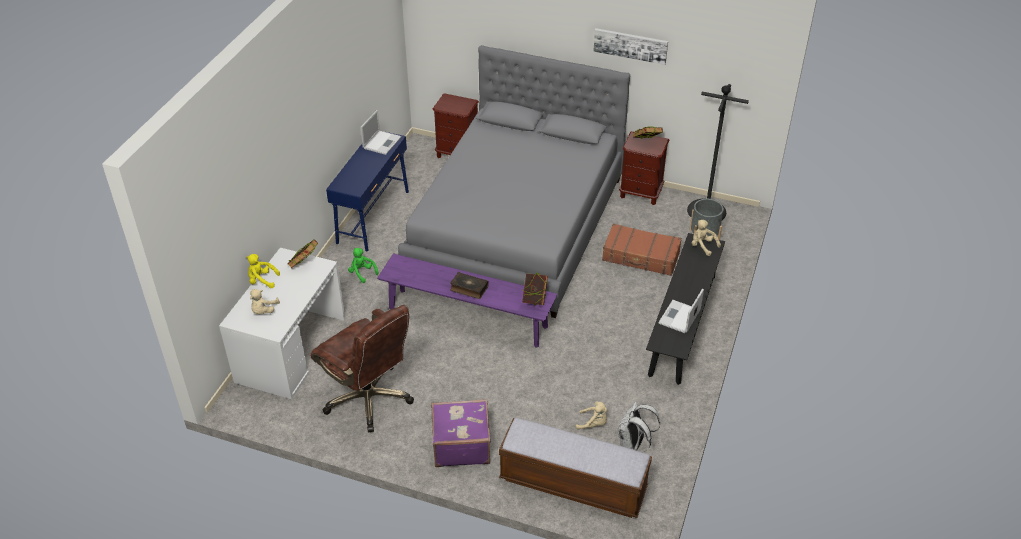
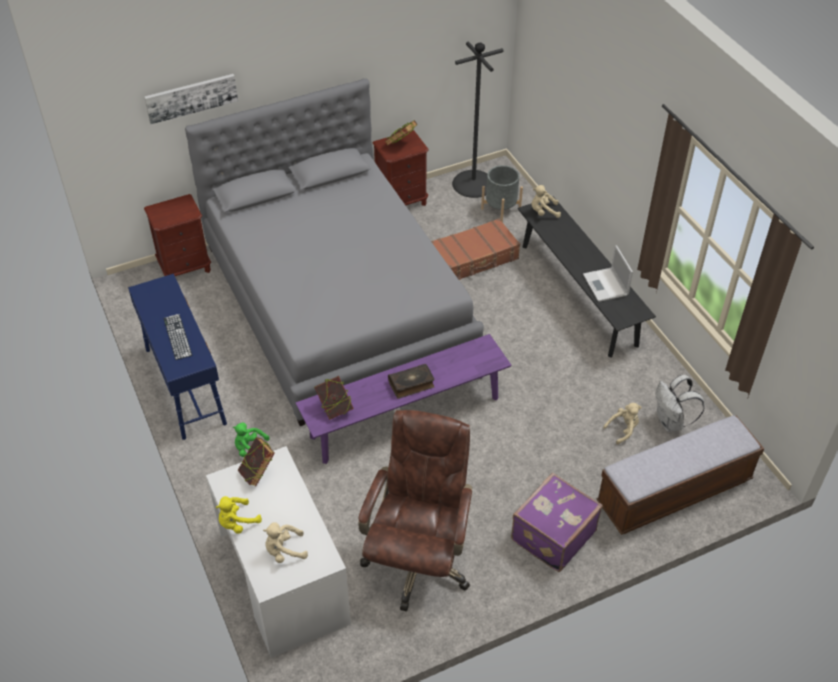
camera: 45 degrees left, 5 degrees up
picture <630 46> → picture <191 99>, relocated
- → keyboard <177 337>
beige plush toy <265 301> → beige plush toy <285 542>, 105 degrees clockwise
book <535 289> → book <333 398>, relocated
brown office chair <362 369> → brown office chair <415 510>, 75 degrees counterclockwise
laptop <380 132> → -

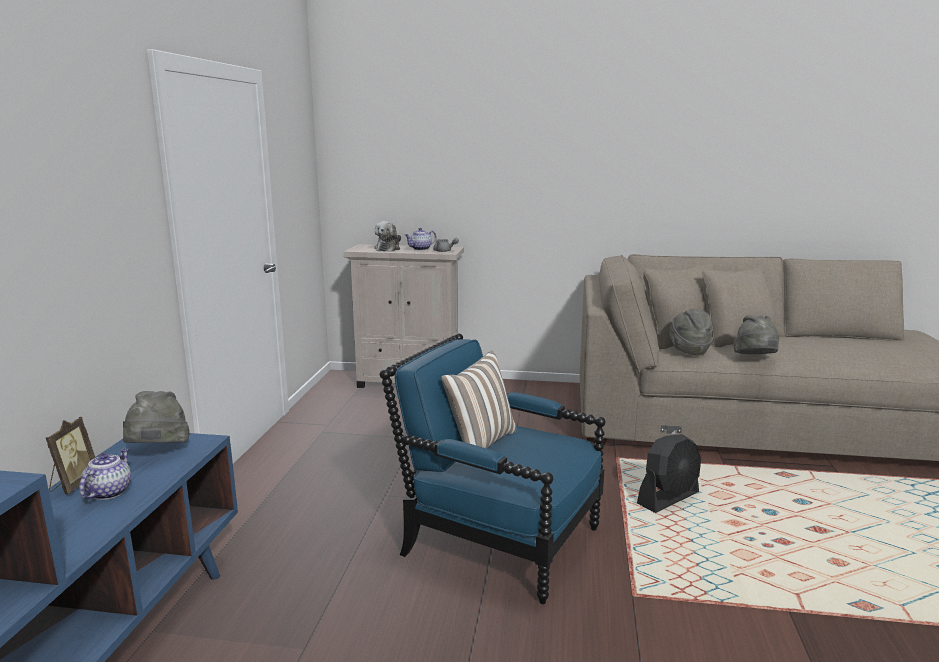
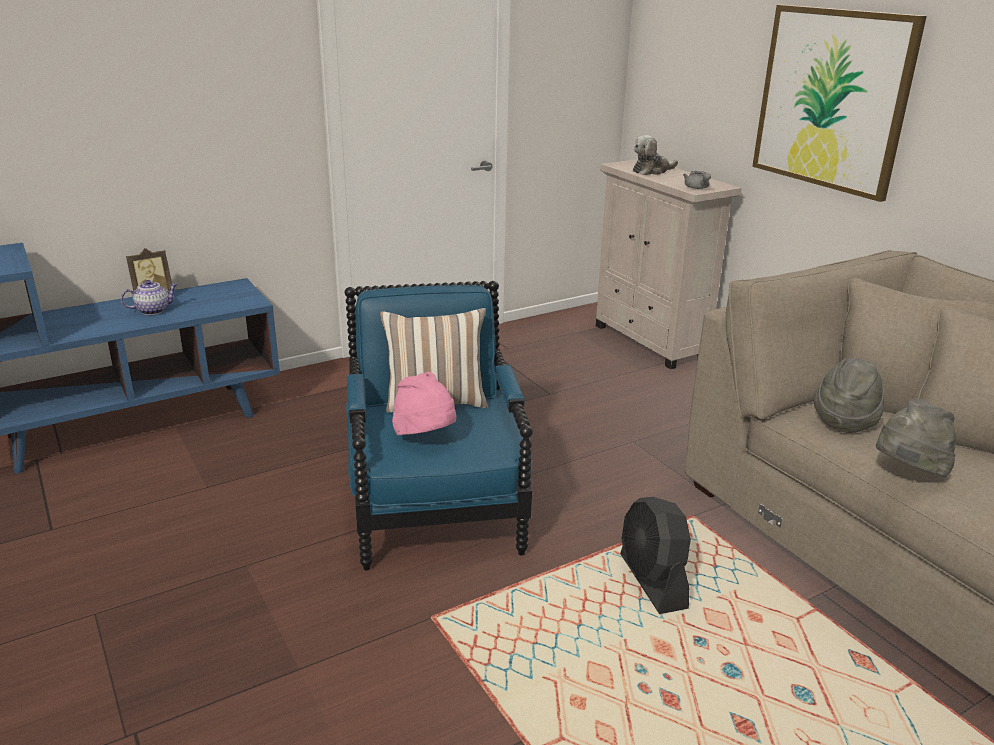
camera: 50 degrees right, 10 degrees up
- → pink hat <424 403>
black fan <669 473> → black fan <655 555>, 60 degrees clockwise
- → picture <839 103>
grey hat <156 417> → -
teapot <421 239> → -

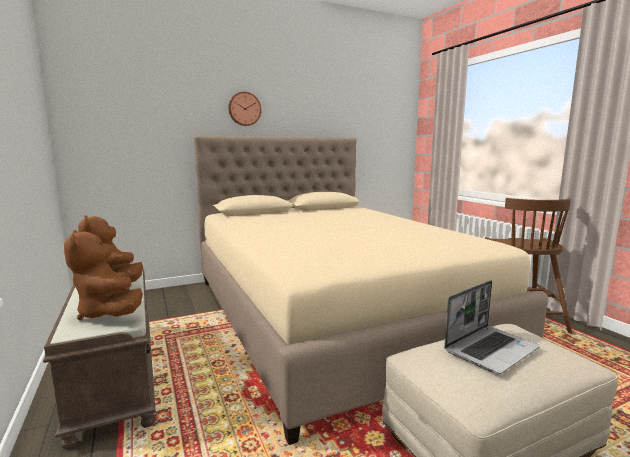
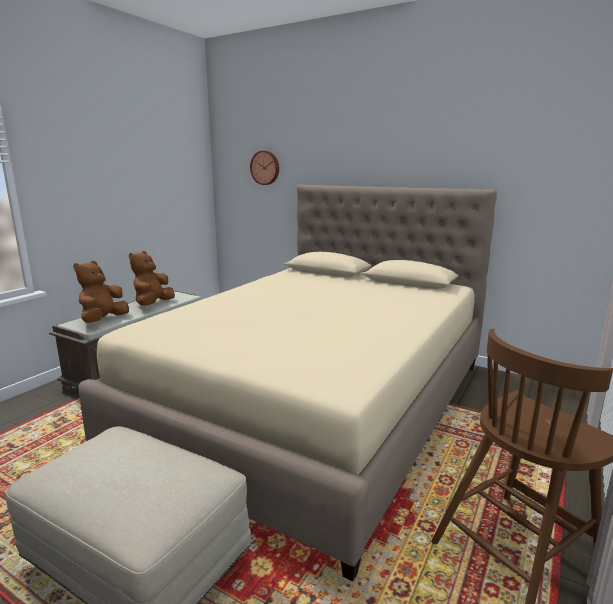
camera: 55 degrees right, 5 degrees up
wall clock <245 109> → wall clock <264 168>, relocated
laptop <492 327> → -

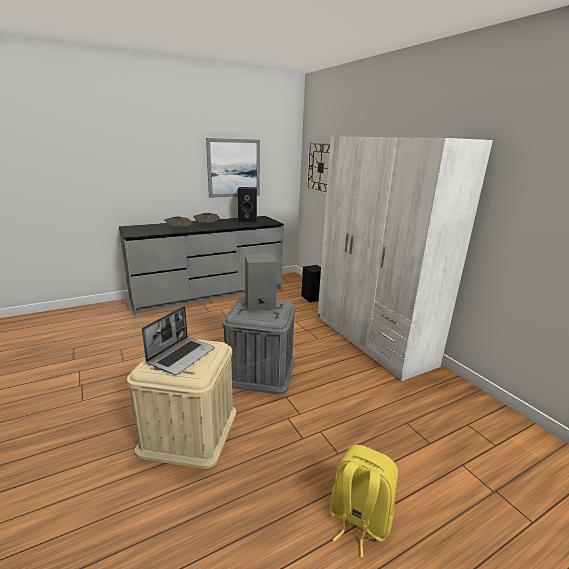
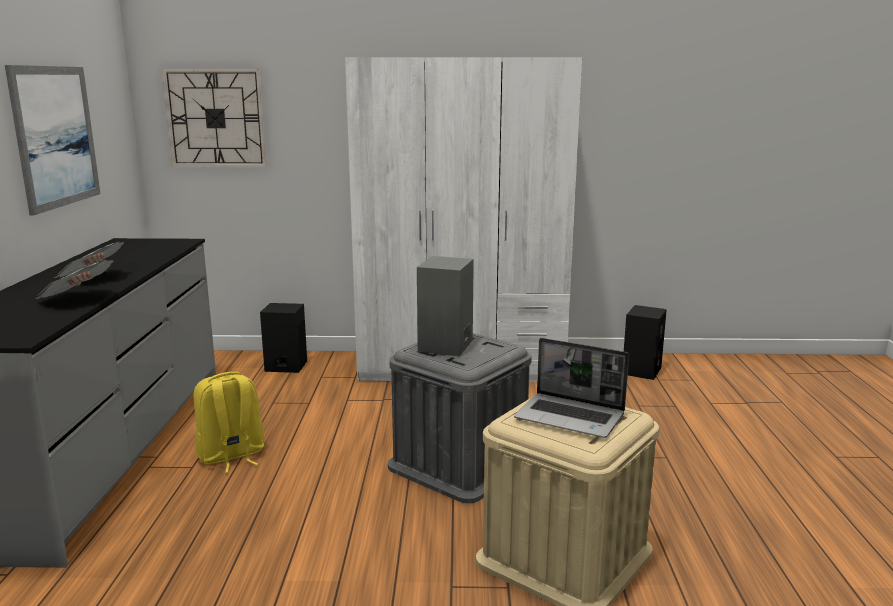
camera: 60 degrees left, 5 degrees down
yellow backpack <364 501> → yellow backpack <229 422>, relocated
laptop <178 340> → laptop <571 388>, 150 degrees clockwise
black speaker <247 204> → black speaker <645 342>, relocated

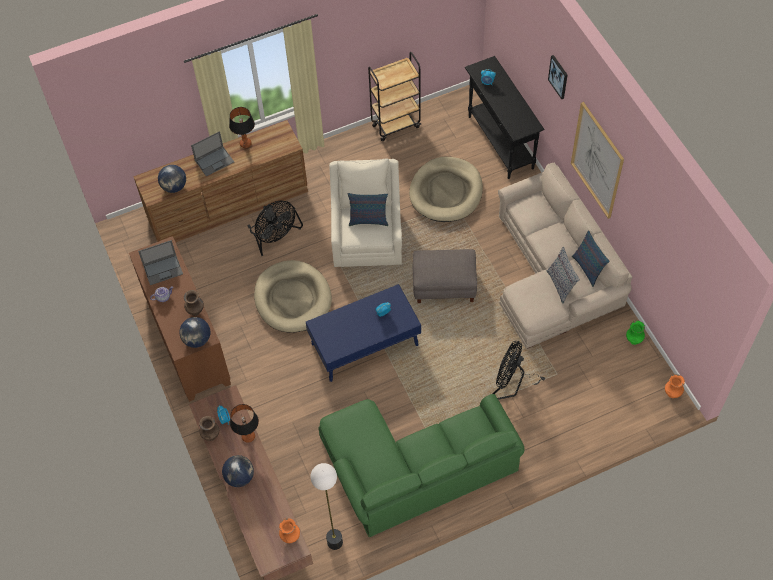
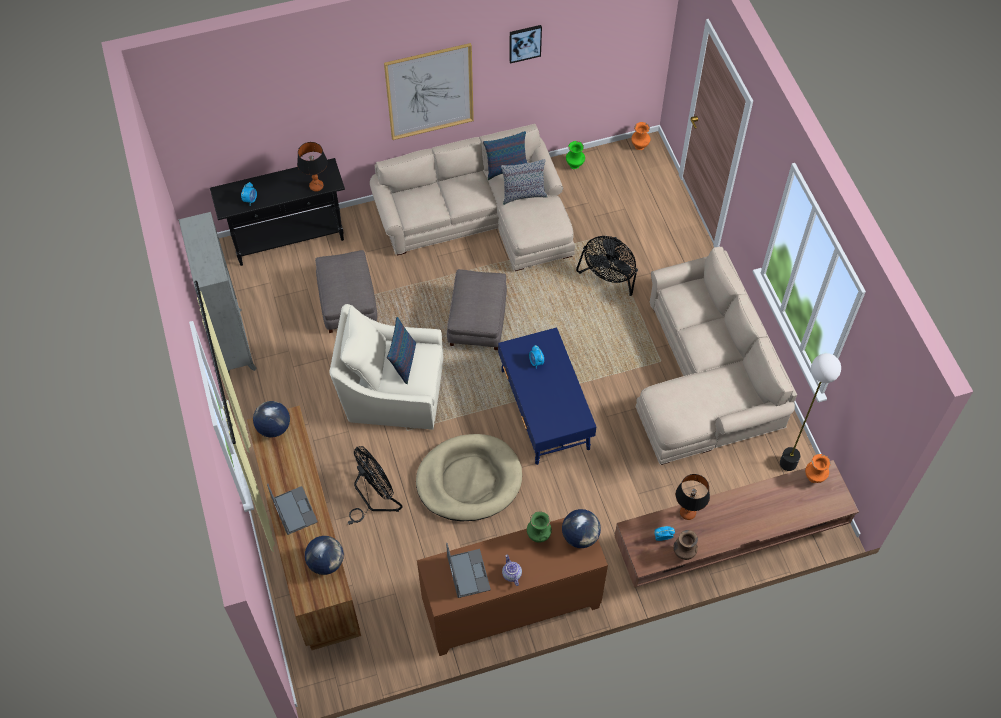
camera: 85 degrees left, 0 degrees up
brown cart <395 96> → grey bookcase <218 292>
globe <238 471> → globe <271 419>, relocated
table lamp <242 127> → table lamp <312 167>, relocated
beige dog bed <446 189> → grey ottoman <346 291>
picture <557 77> → picture <525 44>, relocated
brown vase <194 303> → green vase <539 527>
green sofa <421 465> → beige sofa <716 356>

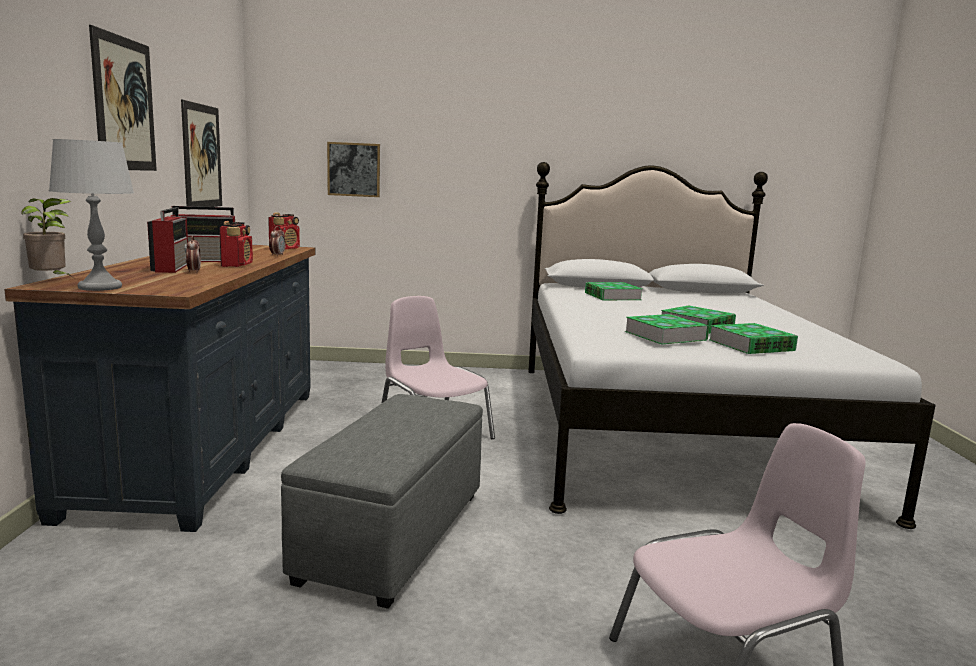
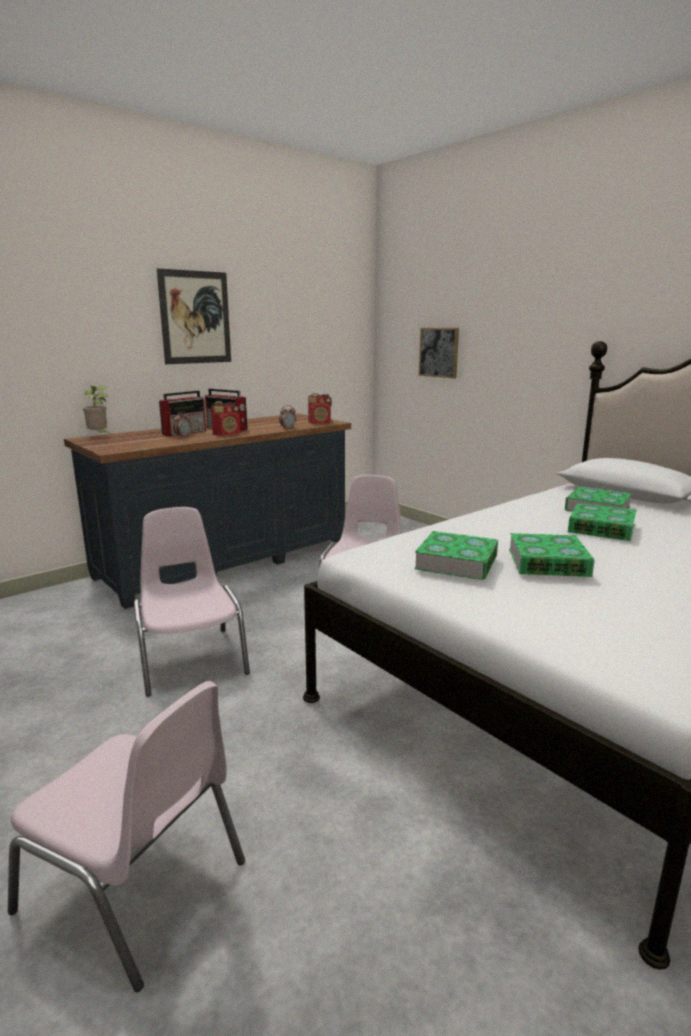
camera: 50 degrees right, 5 degrees up
grey ottoman <382 501> → pink chair <192 602>
book <753 338> → book <602 522>, relocated
grey table lamp <91 215> → -
picture <201 155> → -

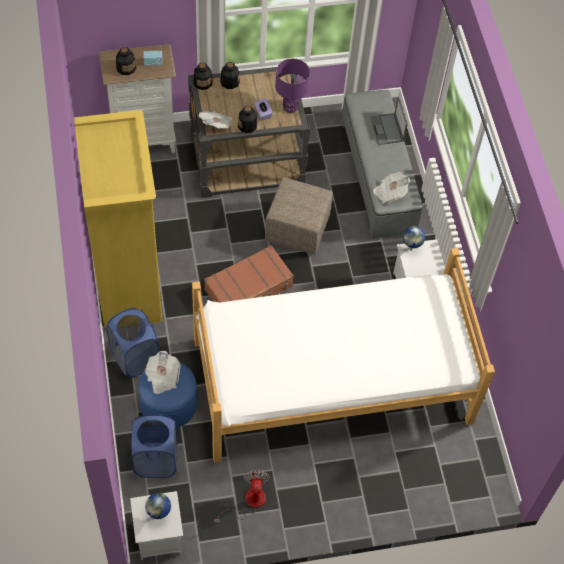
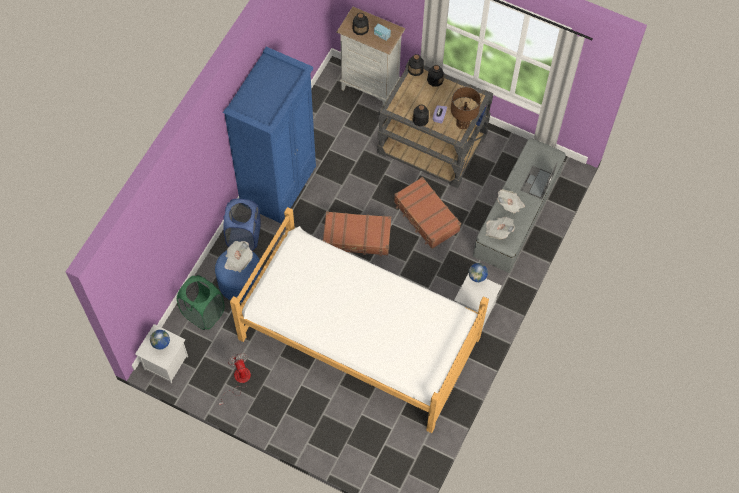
camera: 40 degrees right, 5 degrees up
blue laundry basket <154 446> → green laundry basket <201 302>
fan <242 496> → fan <235 379>, 60 degrees counterclockwise
yellow wardrobe <118 218> → blue wardrobe <269 135>
beige ottoman <299 216> → brown suitcase <427 213>
purple table lamp <292 85> → brown table lamp <466 108>
newspaper <216 120> → newspaper <511 201>, relocated

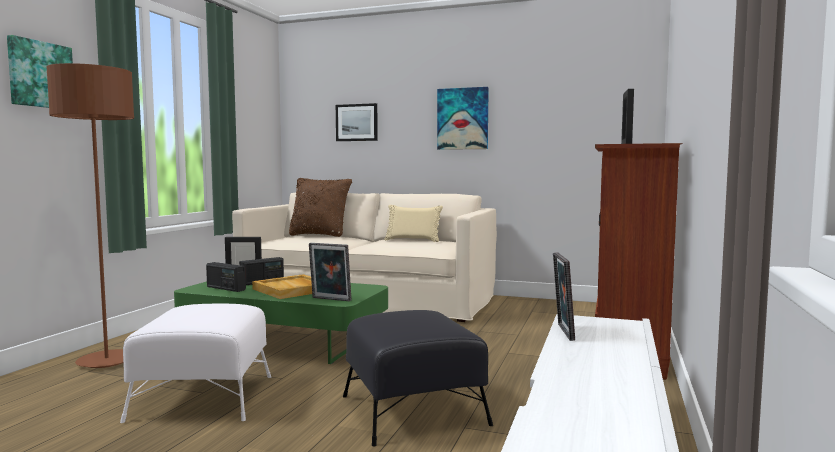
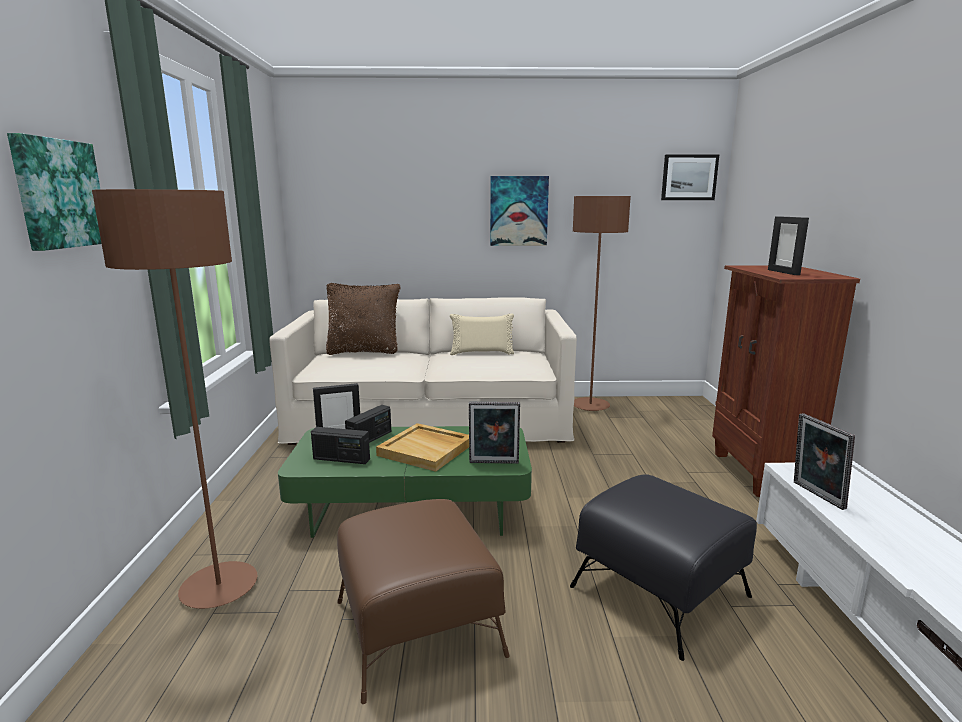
camera: 20 degrees left, 10 degrees up
white ottoman <195 363> → brown ottoman <423 601>
- → brown floor lamp <602 303>
picture <357 122> → picture <690 177>, relocated

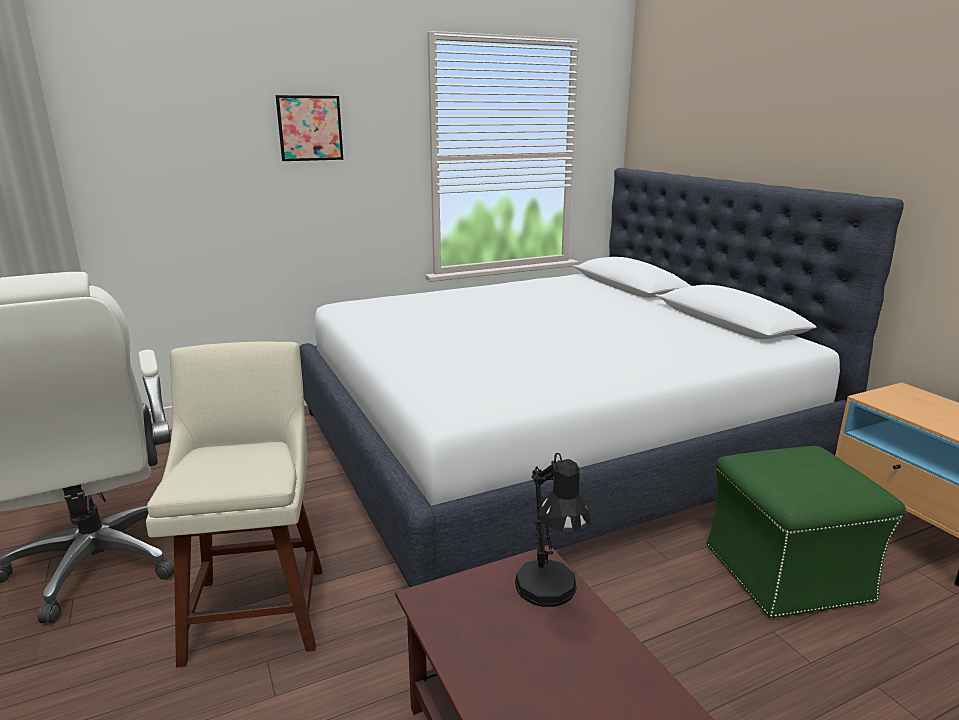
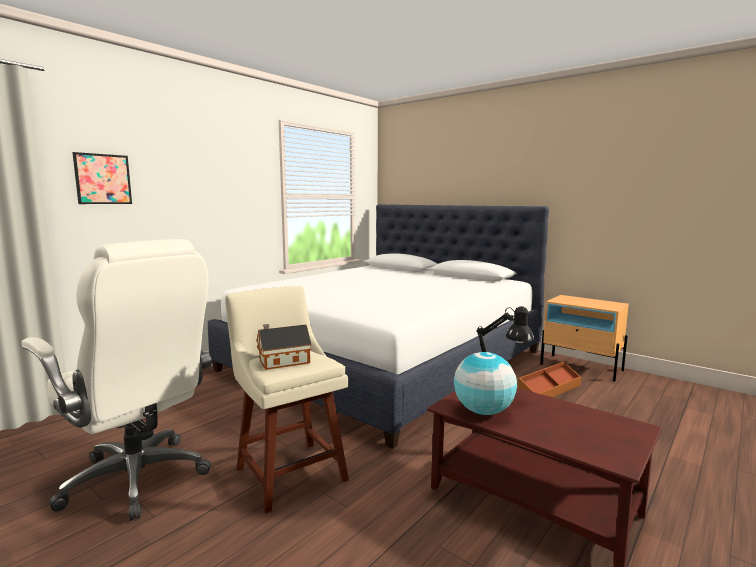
camera: 25 degrees left, 10 degrees down
picture <309 128> → picture <102 178>, relocated
- → toy house <284 347>
- → globe <485 383>
green ottoman <806 532> → brown storage box <549 380>

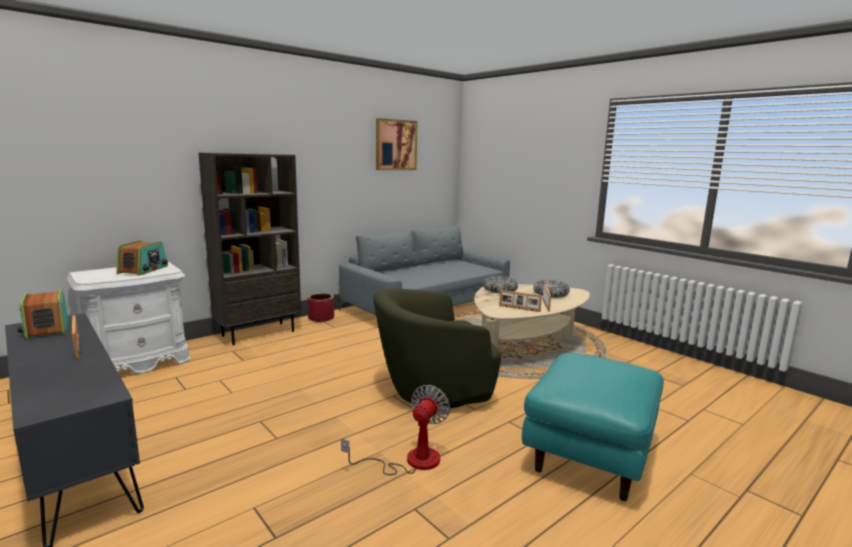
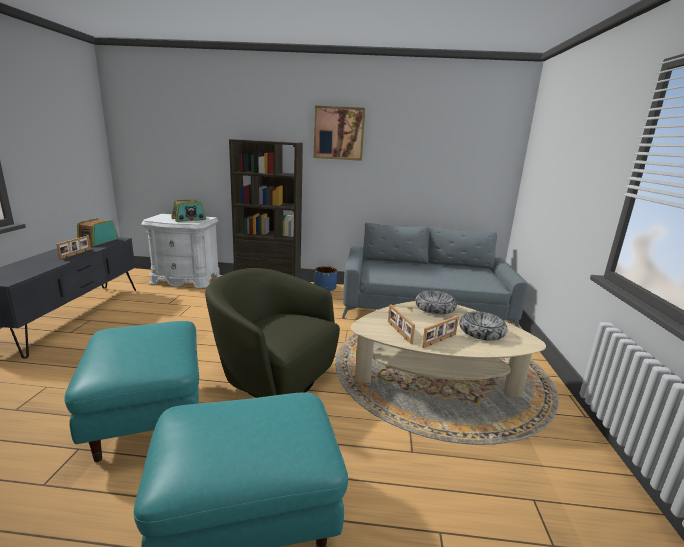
camera: 45 degrees right, 5 degrees up
fan <395 430> → turquoise ottoman <131 391>
picture <397 144> → picture <339 133>, relocated
red planter <321 307> → blue planter <325 278>

